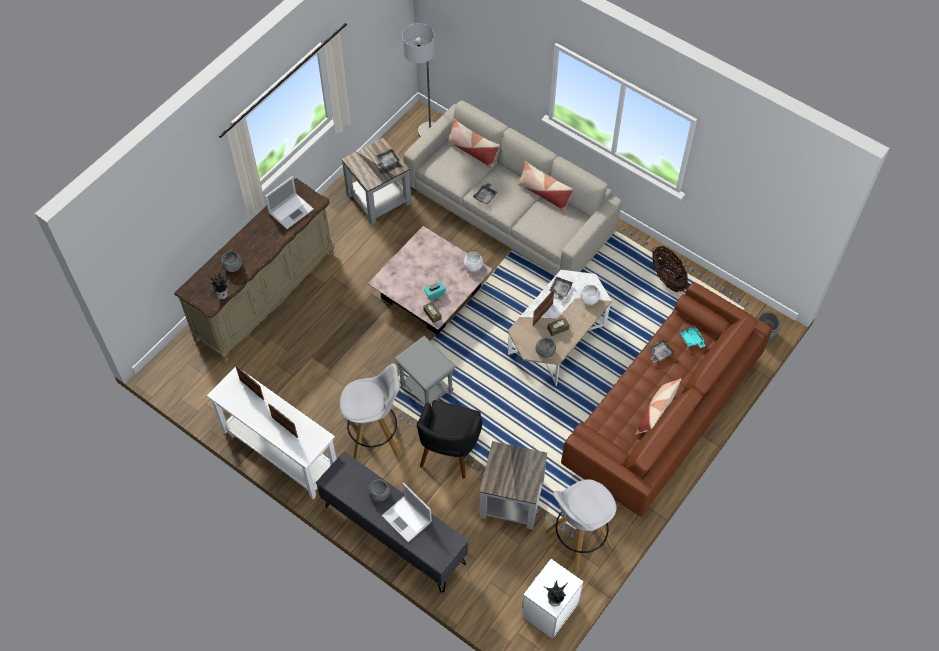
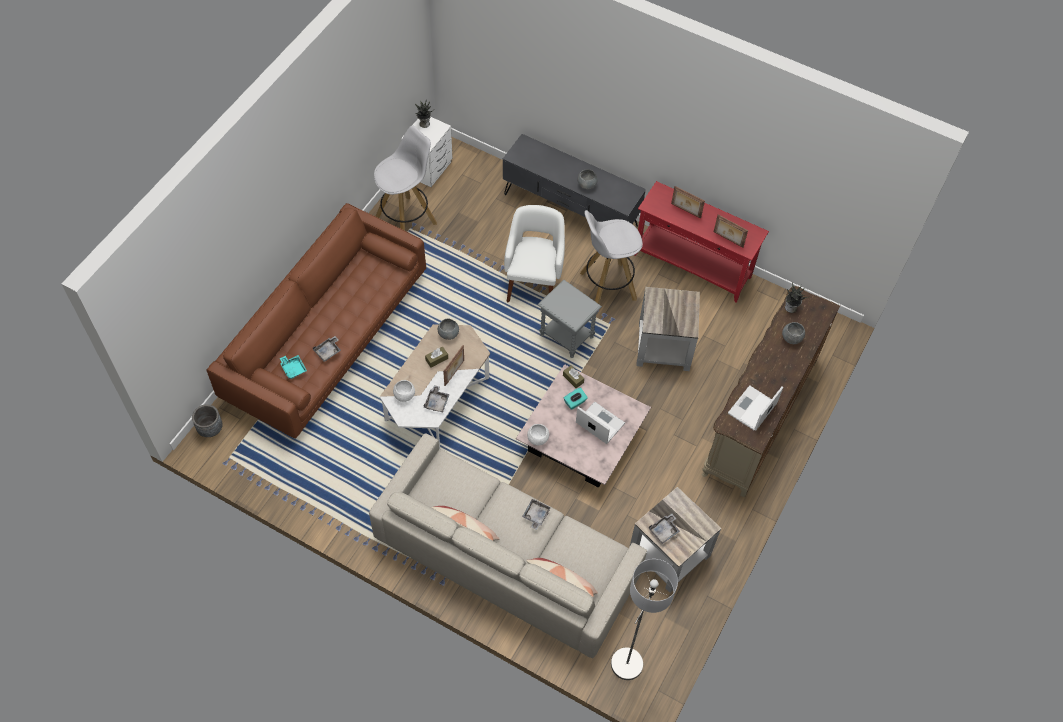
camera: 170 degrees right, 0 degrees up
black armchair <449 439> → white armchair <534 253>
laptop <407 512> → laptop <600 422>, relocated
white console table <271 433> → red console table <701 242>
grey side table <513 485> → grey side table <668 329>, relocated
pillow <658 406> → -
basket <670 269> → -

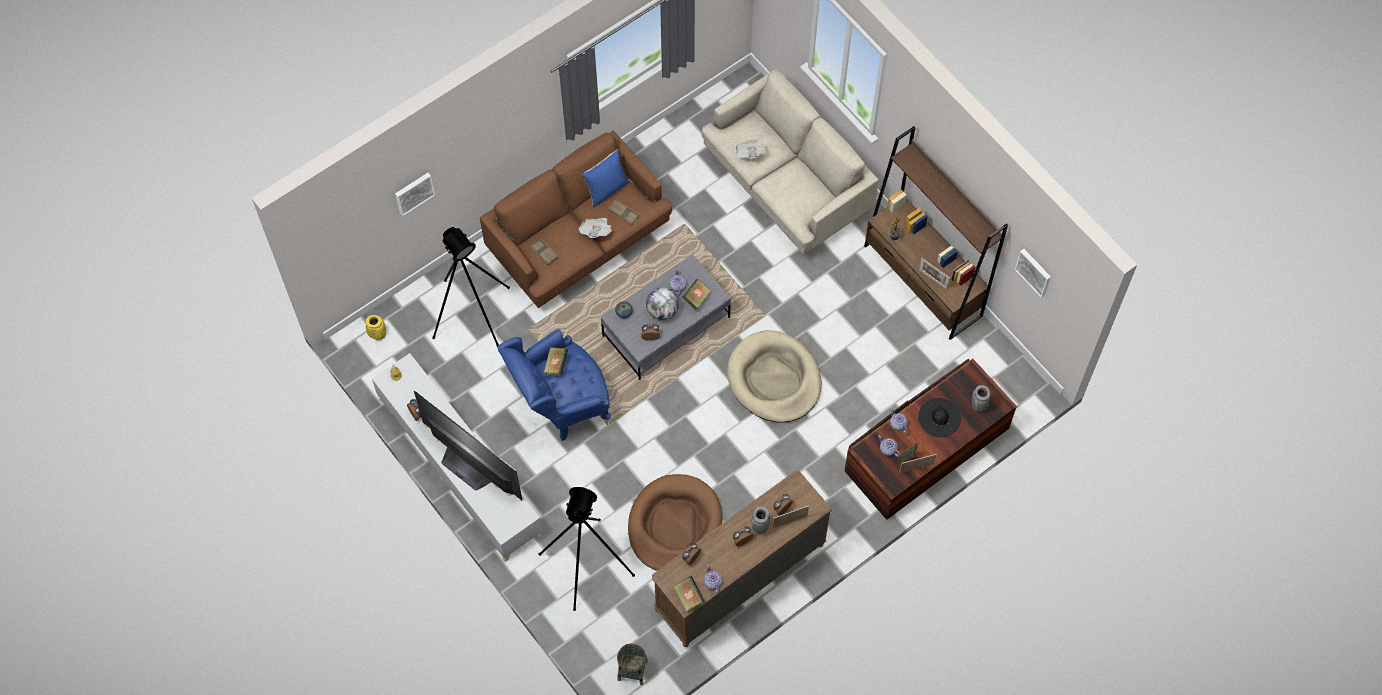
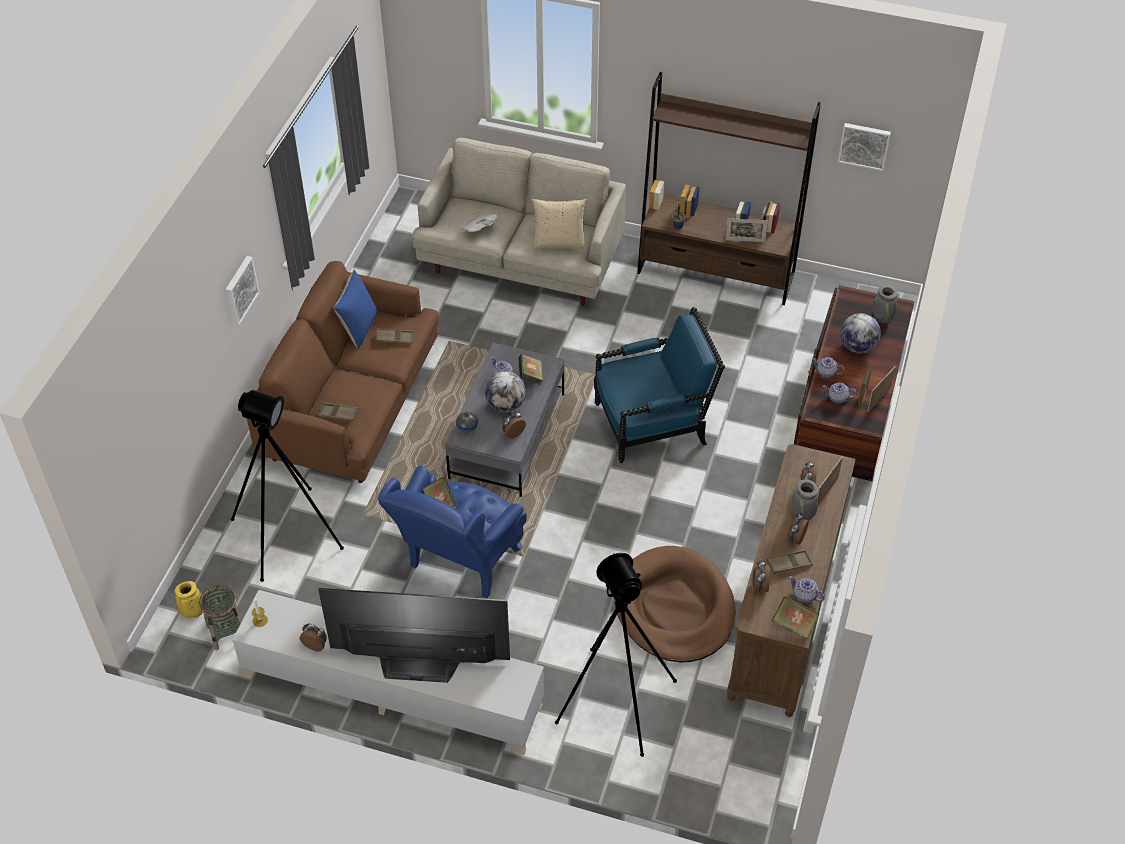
camera: 35 degrees left, 15 degrees down
basket <632 664> → basket <220 617>, relocated
picture <415 194> → picture <242 291>, relocated
- → beige pillow <559 224>
beige dog bed <774 376> → blue armchair <659 385>
- → brown tray <790 562>
black hat <939 417> → globe <860 333>
newspaper <595 228> → -

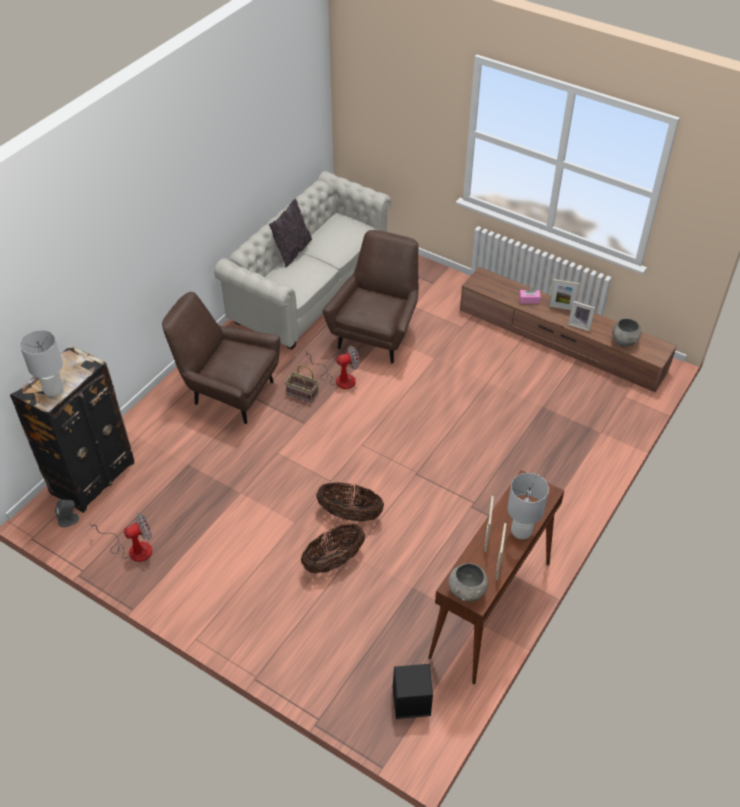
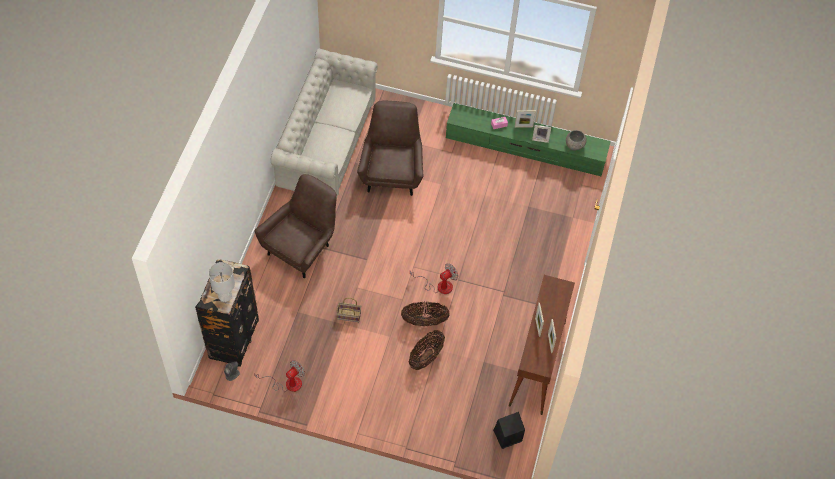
camera: 20 degrees left, 10 degrees up
brown armchair <221 358> → brown armchair <295 226>, 120 degrees clockwise
basket <302 384> → basket <348 310>, relocated
fan <333 367> → fan <434 278>, relocated
brown tv stand <568 329> → green tv stand <528 139>
black pillow <290 233> → -
grey bowl <468 582> → -
grey table lamp <528 506> → -

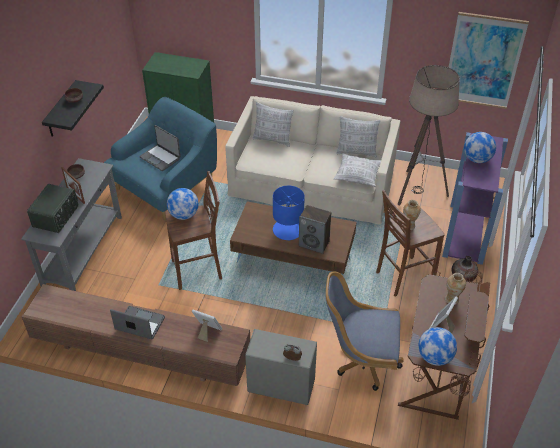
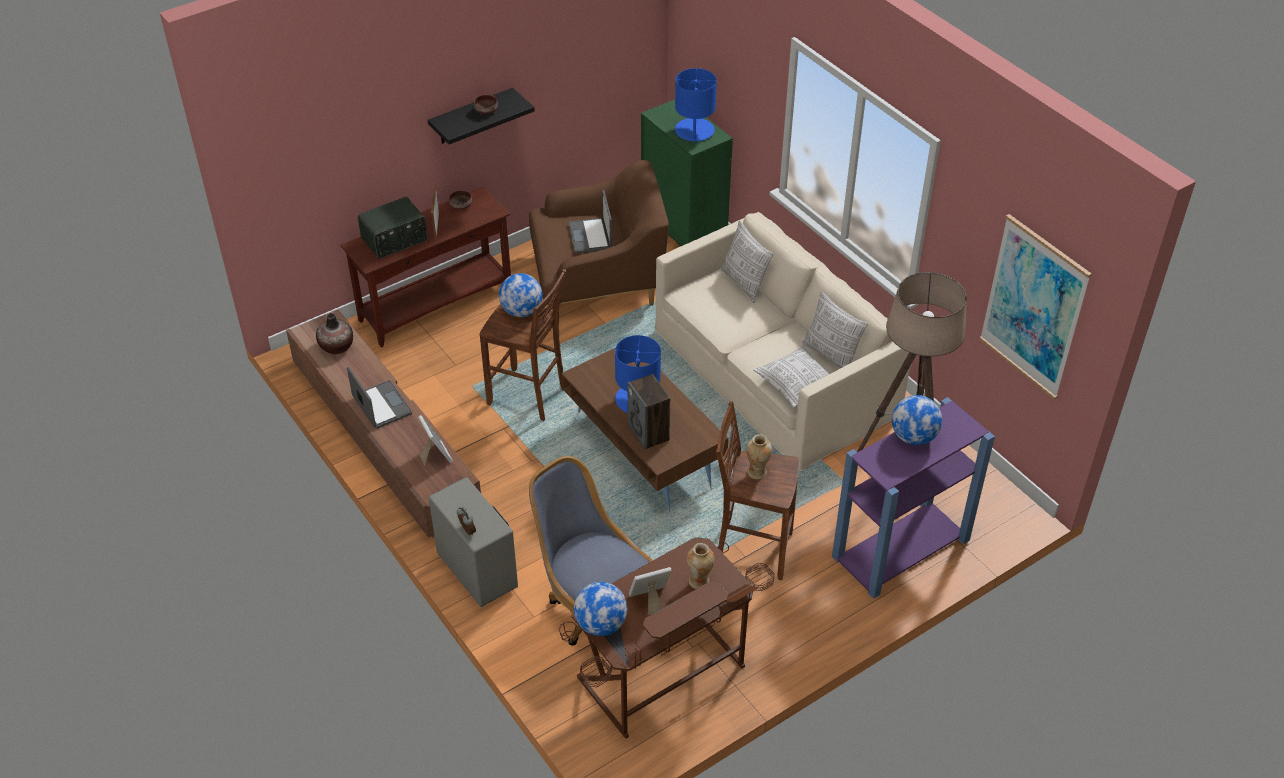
camera: 40 degrees right, 0 degrees up
vase <465 269> → vase <334 333>, relocated
grey console table <71 224> → brown console table <425 267>
blue armchair <160 158> → brown armchair <599 235>
- → blue table lamp <696 105>

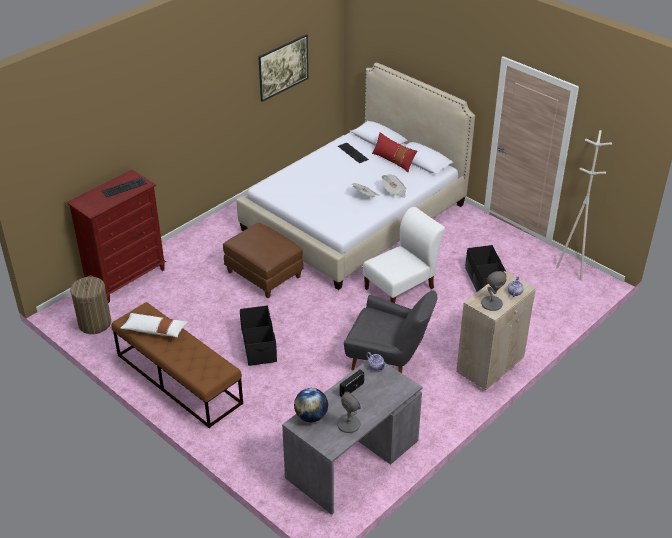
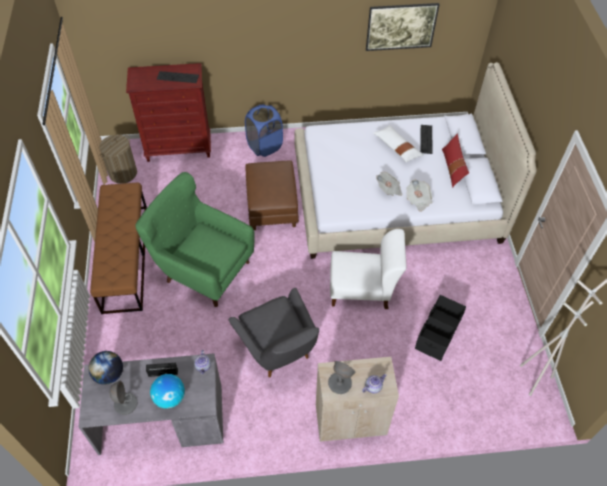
camera: 40 degrees right, 15 degrees up
black storage box <258 335> → green armchair <195 239>
- → globe <167 391>
- → blue laundry basket <264 130>
white pillow <154 325> → white pillow <398 144>, relocated

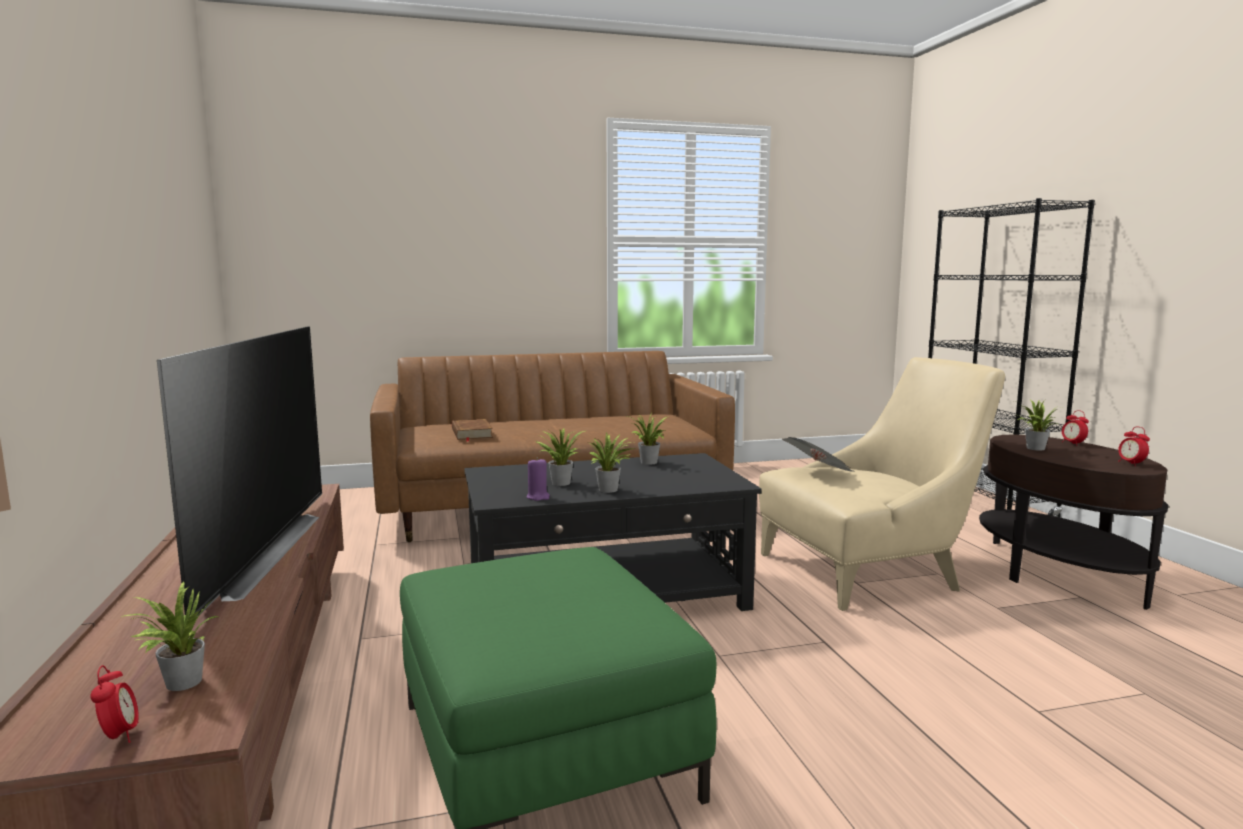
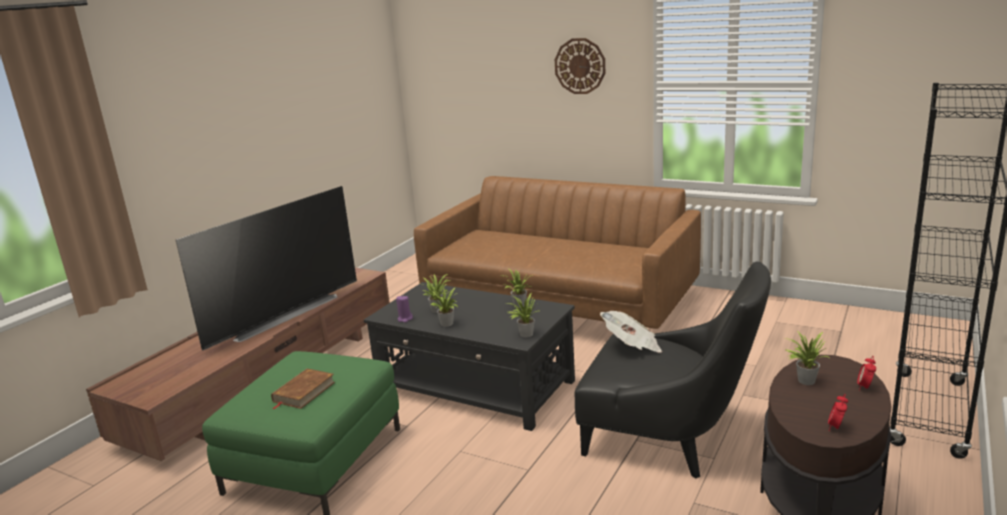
camera: 45 degrees right, 10 degrees up
brown book <472 430> → brown book <303 388>, relocated
potted plant <169 636> → potted plant <524 315>, relocated
- → wall clock <580 66>
beige armchair <882 484> → black armchair <673 370>
alarm clock <114 704> → -

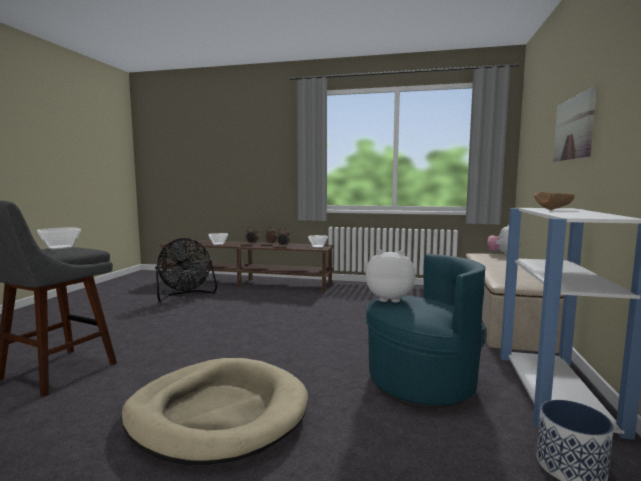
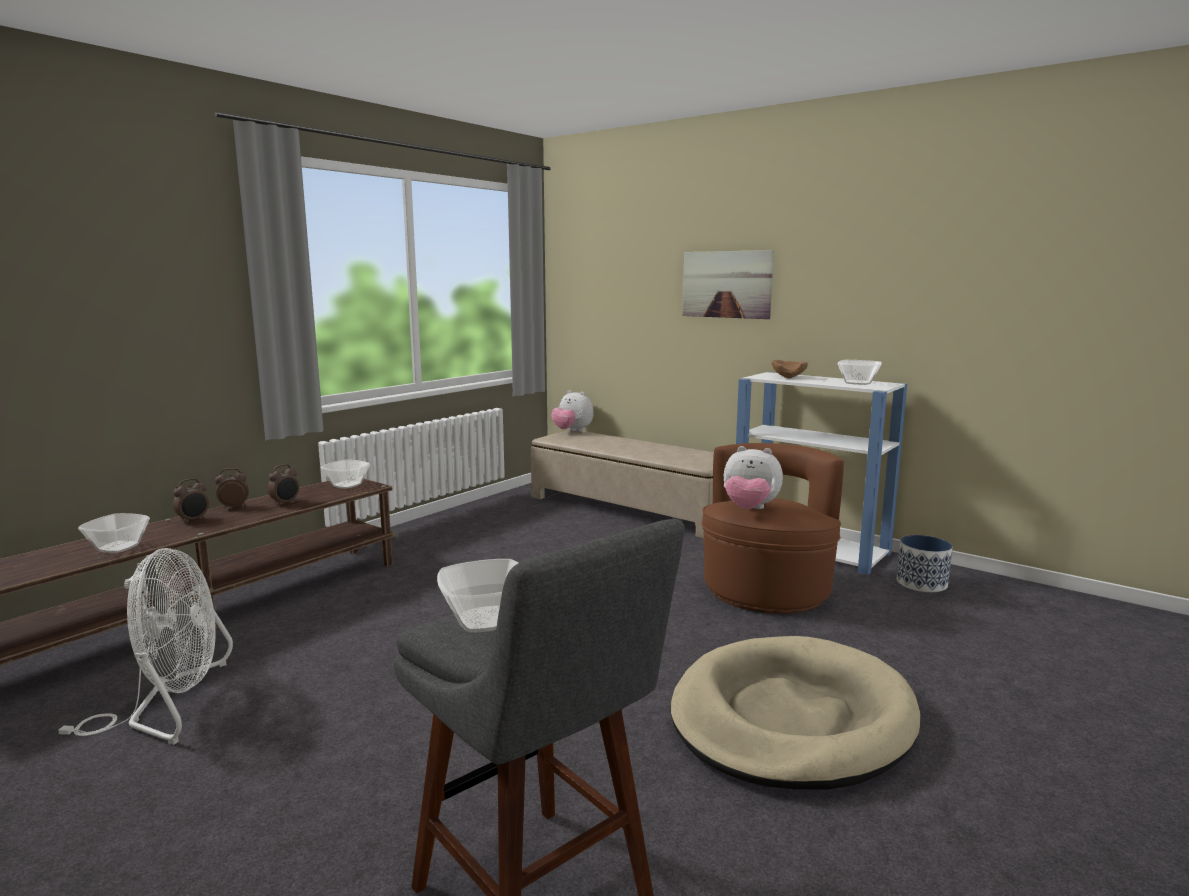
camera: 65 degrees left, 5 degrees up
black fan <186 270> → white fan <145 646>
turquoise armchair <426 331> → brown armchair <772 528>
plush toy <390 276> → plush toy <753 477>, 105 degrees counterclockwise
- → bowl <860 372>

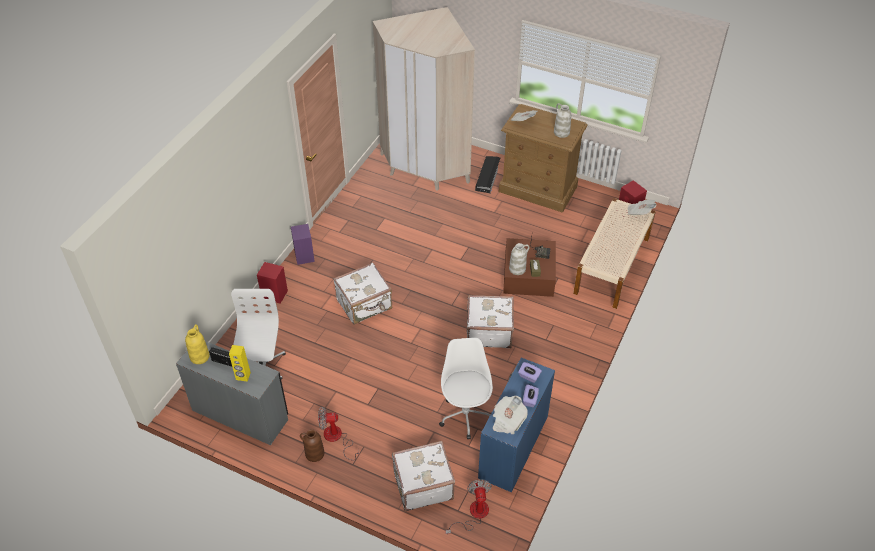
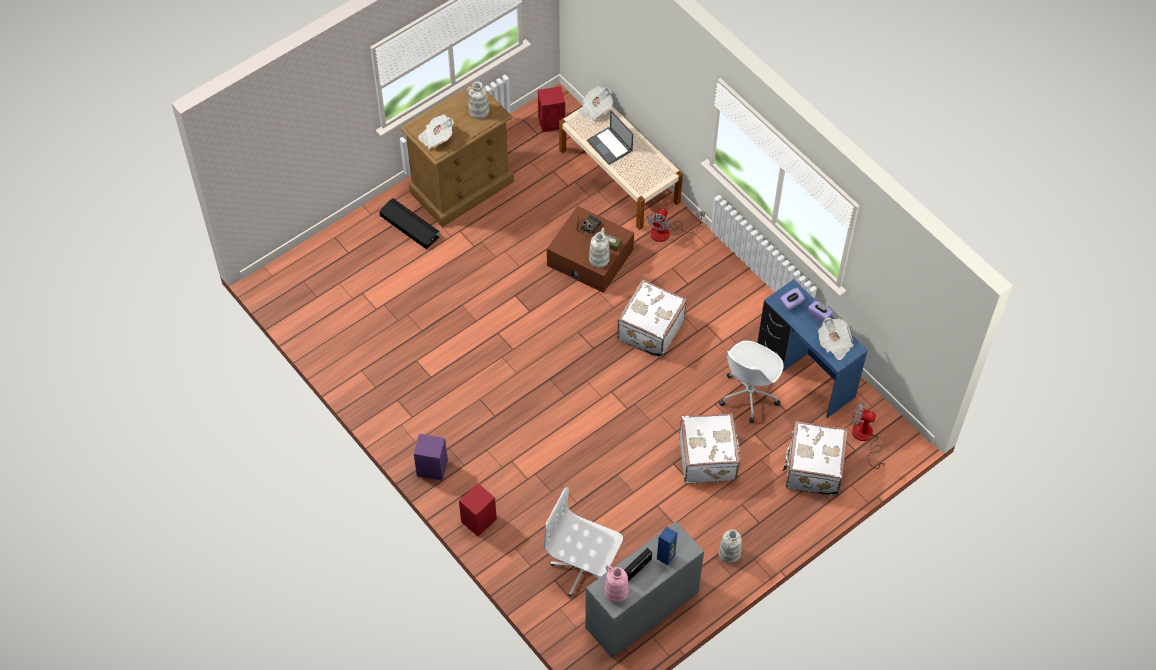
camera: 65 degrees left, 10 degrees up
- → laptop <610 137>
yellow vase <197 344> → pink vase <616 584>
fan <338 434> → fan <676 225>, relocated
yellow speaker <240 363> → blue speaker <667 546>
white suitcase <362 293> → white suitcase <710 448>, relocated
white office chair <466 388> → white office chair <751 382>, 75 degrees counterclockwise
brown vase <312 445> → white vase <730 546>
beige wardrobe <424 99> → -

